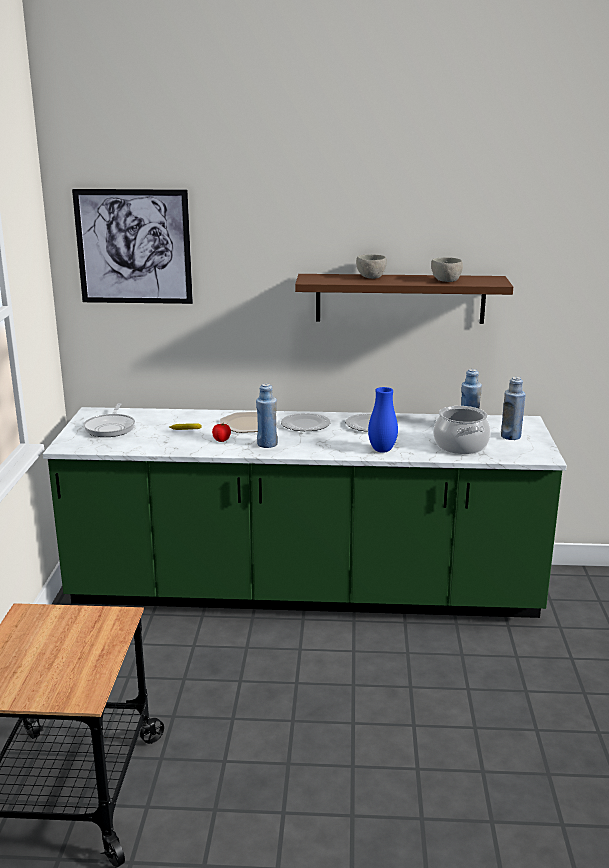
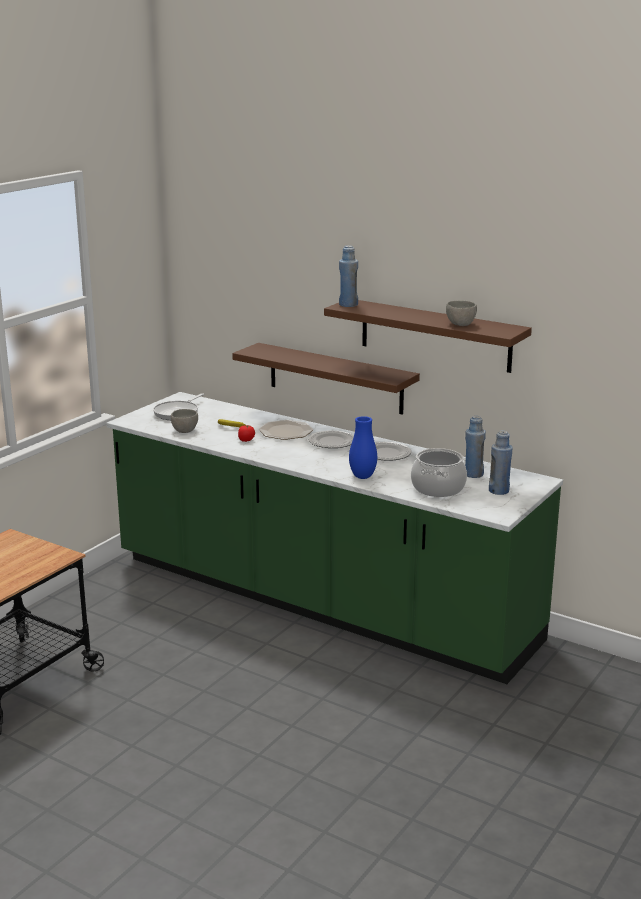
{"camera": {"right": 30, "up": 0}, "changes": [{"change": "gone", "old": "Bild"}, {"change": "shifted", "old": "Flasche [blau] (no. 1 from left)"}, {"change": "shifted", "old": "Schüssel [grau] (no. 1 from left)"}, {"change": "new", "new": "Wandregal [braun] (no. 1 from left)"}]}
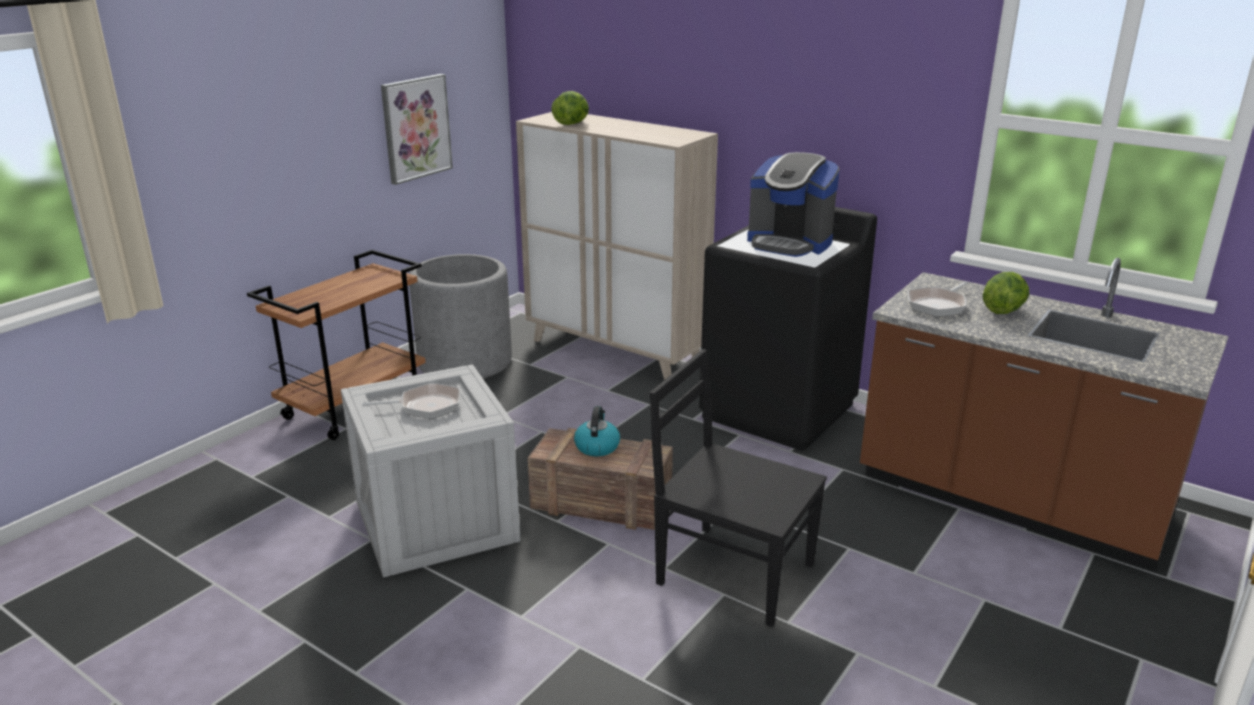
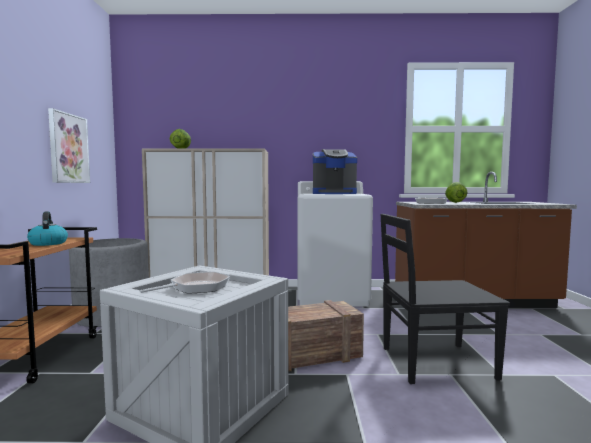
{"camera": {"right": -35, "up": -20}, "changes": [{"change": "shifted", "old": "Wasserkessel"}, {"change": "repainted", "old": "Waschmaschine [schwarz]", "new": "Waschmaschine [weiß]"}]}
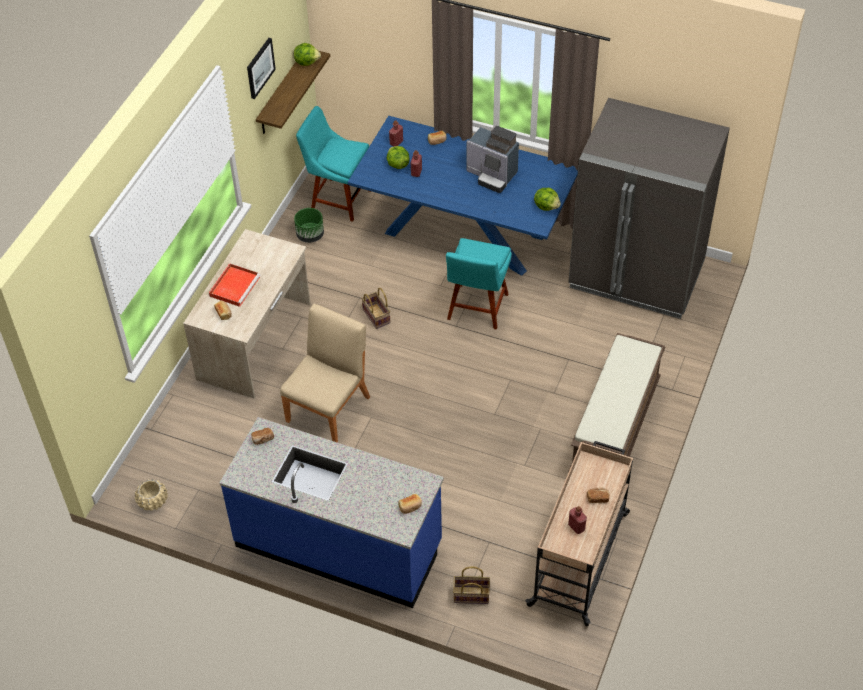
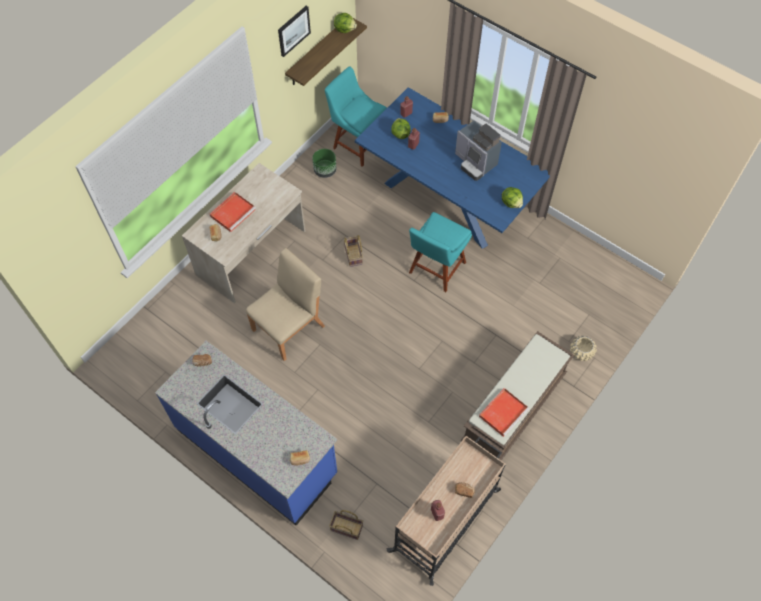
{"camera": {"right": 15, "up": 10}, "changes": [{"change": "shifted", "old": "Pflanzkübel [beige]"}, {"change": "gone", "old": "Kühlschrank [grau]"}, {"change": "new", "new": "Tablett [rot] (no. 2 from left)"}]}
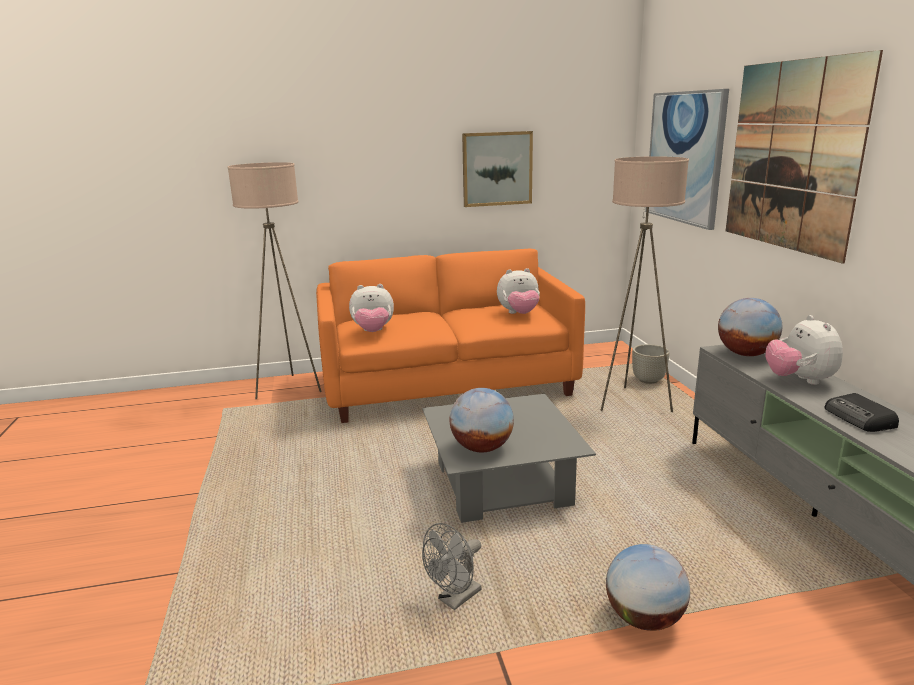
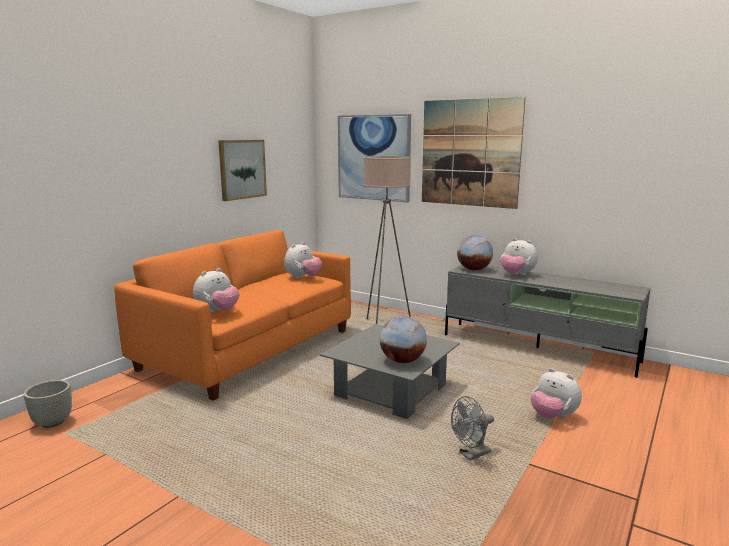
{"camera": {"right": -45, "up": -5}, "changes": [{"change": "gone", "old": "Stehlampe [beige] (no. 1 from left)"}, {"change": "rotated", "old": "Ventilator [grau]", "degrees": 60}, {"change": "swapped", "old": "Globus (no. 2 from left)", "new": "Plüschtier (no. 4 from left)"}, {"change": "shifted", "old": "Pflanzkübel [grau]"}, {"change": "gone", "old": "Radio"}]}
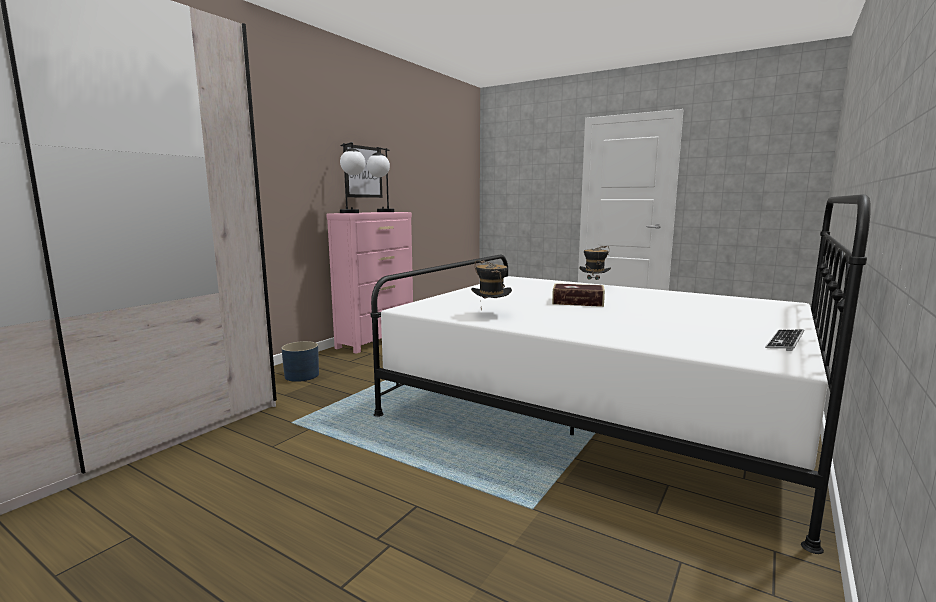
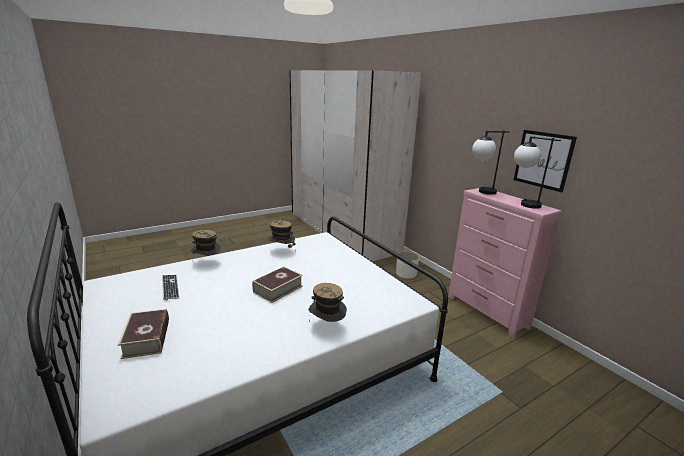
{"camera": {"right": 115, "up": 10}, "changes": [{"change": "repainted", "old": "Pflanzkübel [blau]", "new": "Pflanzkübel [weiß]"}, {"change": "shifted", "old": "Tastatur"}, {"change": "new", "new": "Buch (no. 1 from left)"}, {"change": "new", "new": "Hut (no. 1 from left)"}]}
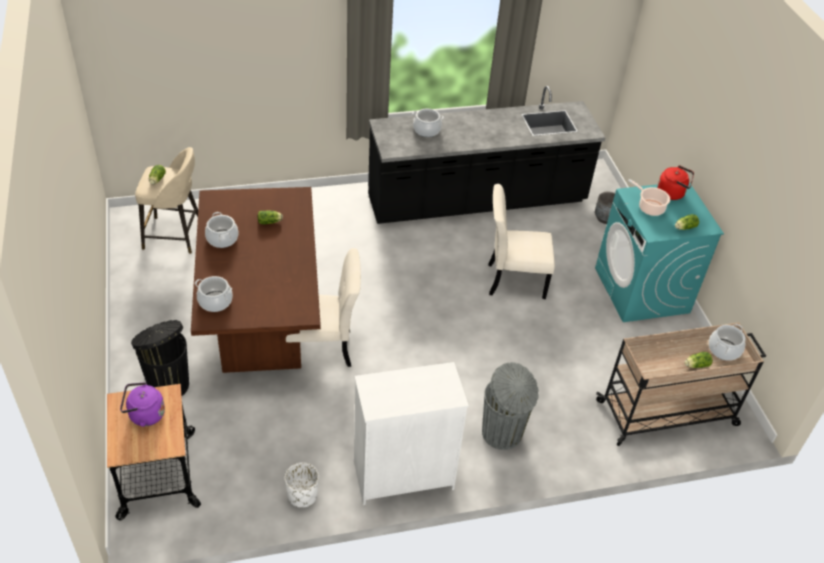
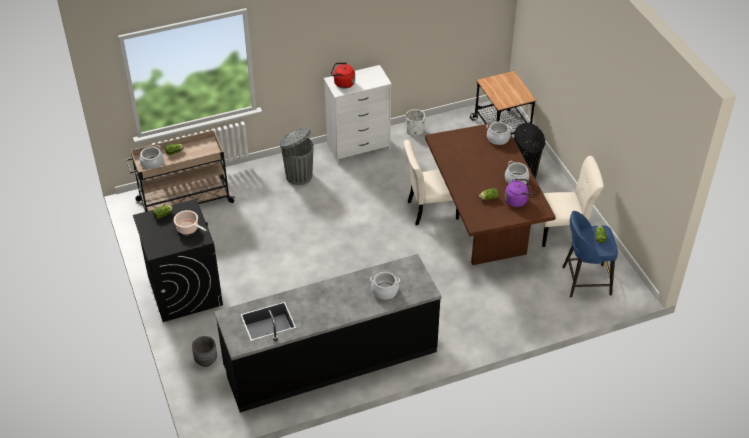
{"camera": {"right": 175, "up": 0}, "changes": [{"change": "shifted", "old": "Wasserkessel [lila]"}, {"change": "repainted", "old": "Hocker [beige]", "new": "Hocker [blau]"}, {"change": "shifted", "old": "Stuhl [beige] (no. 2 from left)"}, {"change": "repainted", "old": "Waschmaschine [türkis]", "new": "Waschmaschine [schwarz]"}, {"change": "shifted", "old": "Wasserkessel [rot]"}]}
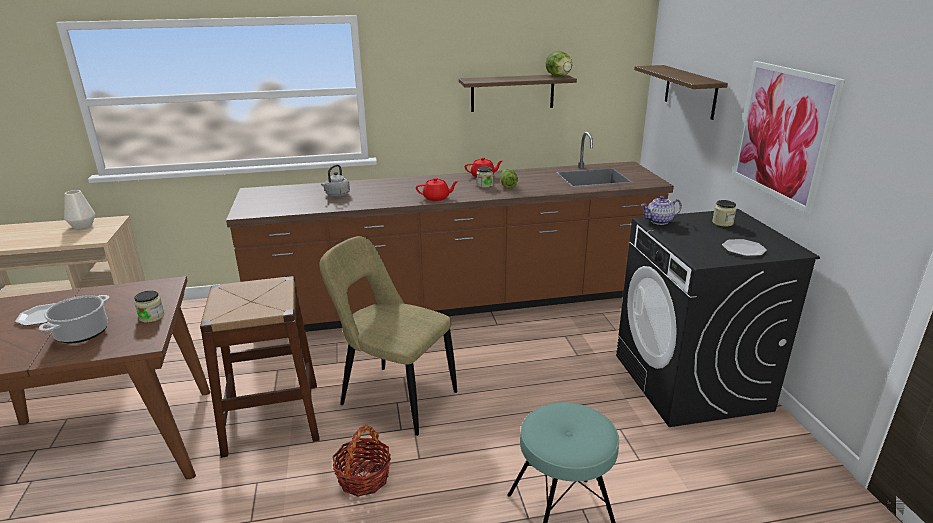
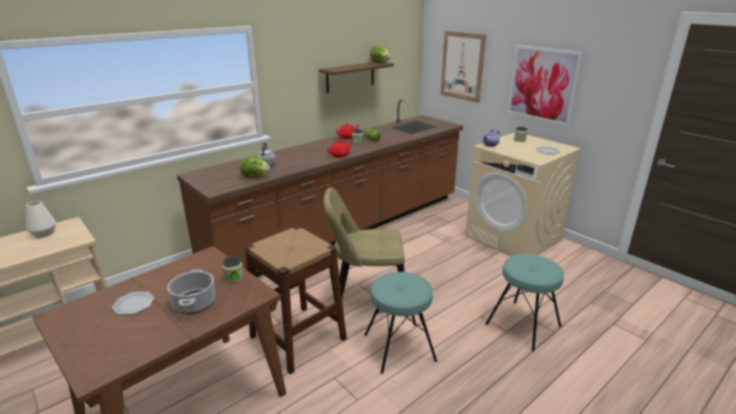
{"camera": {"right": -30, "up": 0}, "changes": [{"change": "swapped", "old": "Korb", "new": "Hocker [türkis] (no. 1 from left)"}, {"change": "repainted", "old": "Waschmaschine [schwarz]", "new": "Waschmaschine [beige]"}, {"change": "swapped", "old": "Wandregal (no. 2 from left)", "new": "Bild (no. 1 from left)"}, {"change": "new", "new": "Salatkopf (no. 1 from left)"}]}
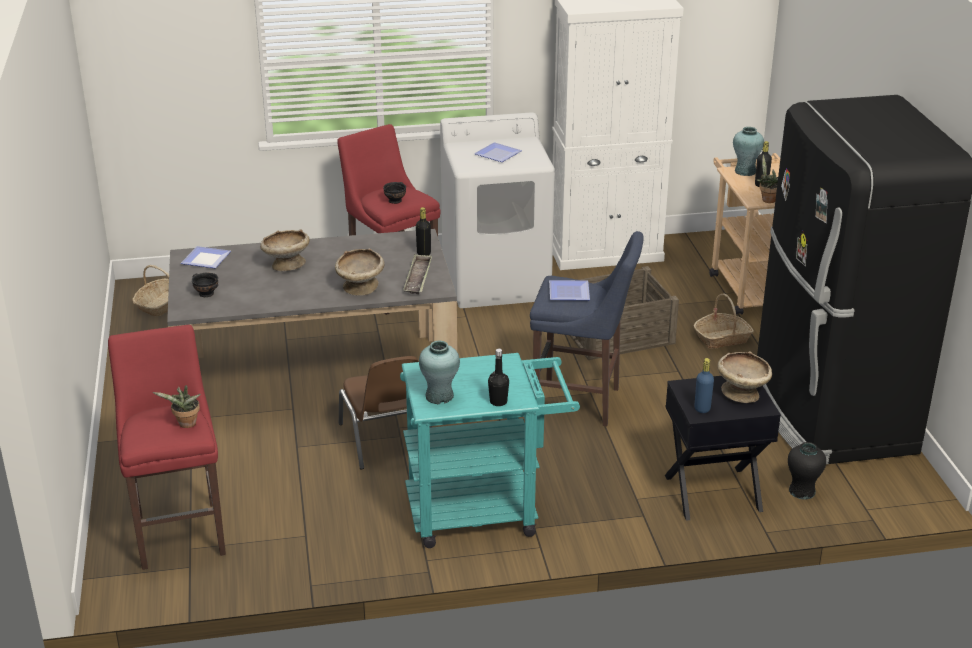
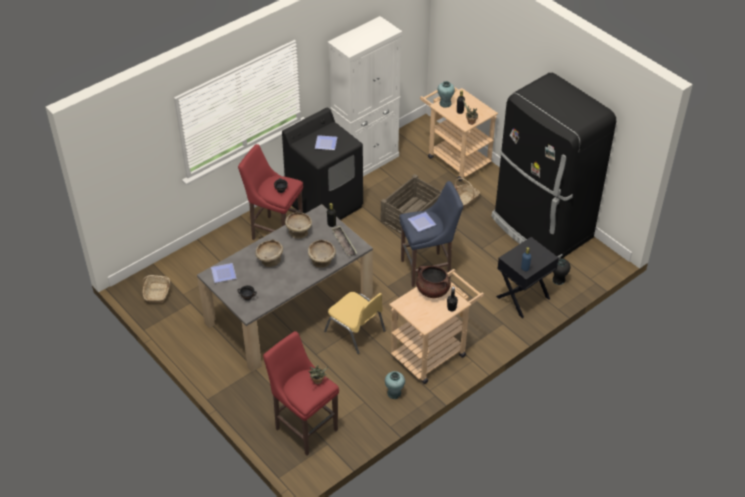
{"camera": {"right": -30, "up": 15}, "changes": [{"change": "repainted", "old": "Stuhl [braun]", "new": "Stuhl [gelb]"}, {"change": "repainted", "old": "Rollwagen [türkis]", "new": "Rollwagen [beige] (no. 1 from left)"}, {"change": "shifted", "old": "Vase [türkis] (no. 1 from left)"}, {"change": "repainted", "old": "Waschmaschine [weiß]", "new": "Waschmaschine [schwarz]"}, {"change": "shifted", "old": "Schüssel [beige] (no. 3 from left in the first image)", "new": "Schüssel [beige] (no. 2 from left)"}, {"change": "new", "new": "Kochtopf [braun]"}]}
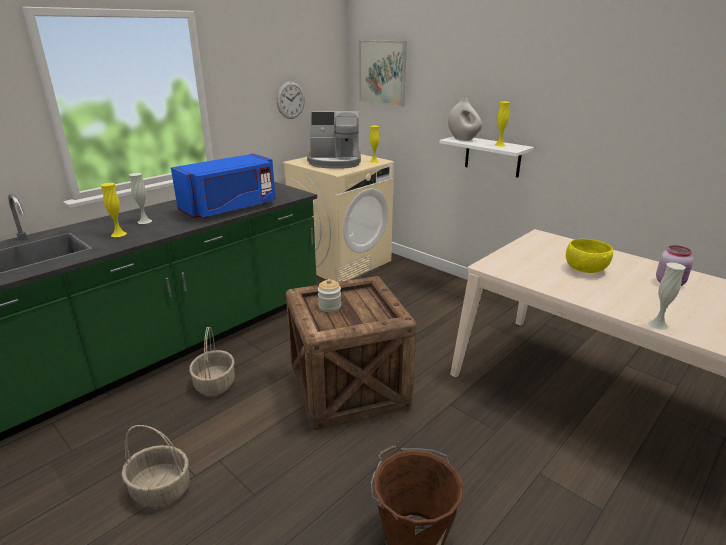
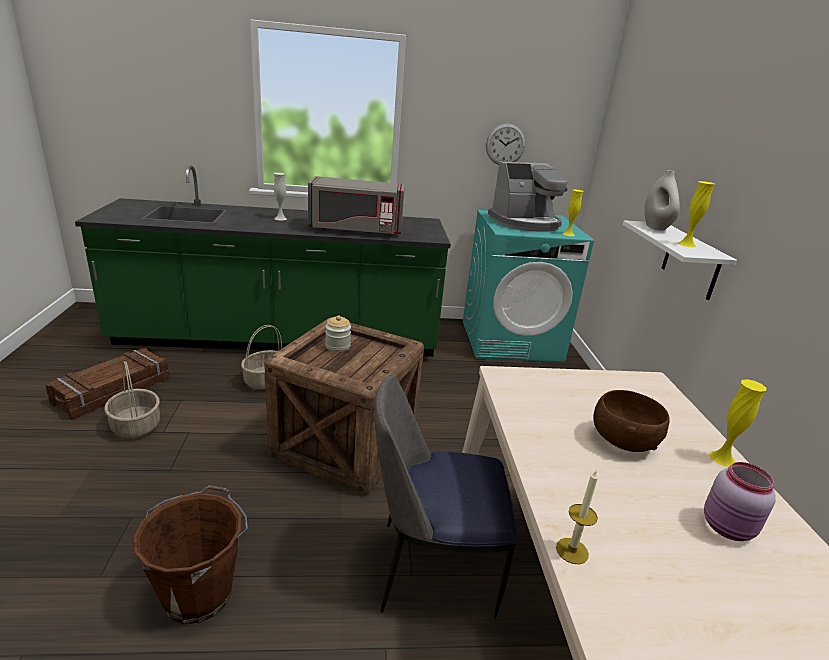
{"camera": {"right": 40, "up": 0}, "changes": [{"change": "shifted", "old": "Vase [gelb] (no. 1 from left in the first image)", "new": "Vase [gelb] (no. 3 from left)"}, {"change": "repainted", "old": "Mikrowelle [blau]", "new": "Mikrowelle [grau]"}, {"change": "repainted", "old": "Waschmaschine [beige]", "new": "Waschmaschine [türkis]"}, {"change": "rotated", "old": "Kaffeemaschine", "degrees": -60}, {"change": "gone", "old": "Bild"}, {"change": "repainted", "old": "Schüssel [gelb]", "new": "Schüssel [braun]"}, {"change": "swapped", "old": "Vase [weiß] (no. 3 from left)", "new": "Kerze"}, {"change": "new", "new": "Kiste (no. 1 from left)"}, {"change": "new", "new": "Stuhl"}]}
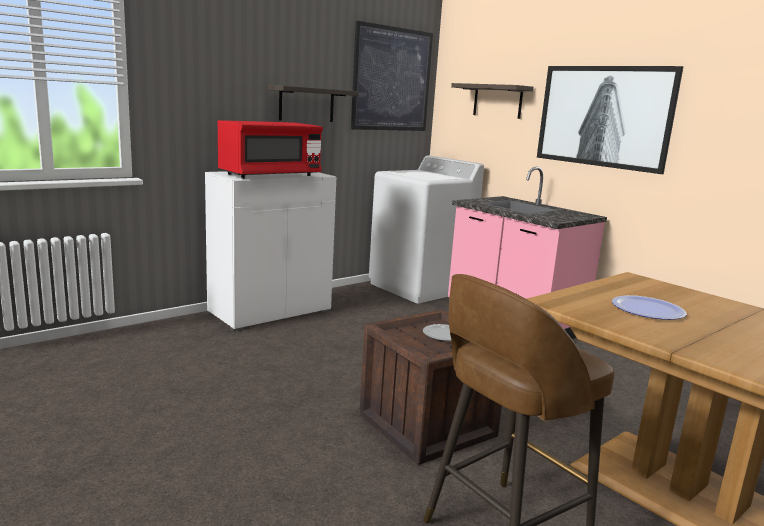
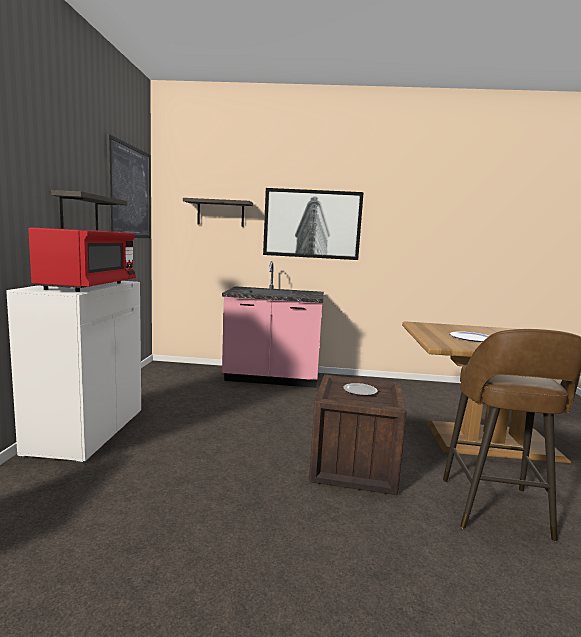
{"camera": {"right": -45, "up": -5}, "changes": [{"change": "gone", "old": "Waschmaschine [weiß]"}]}
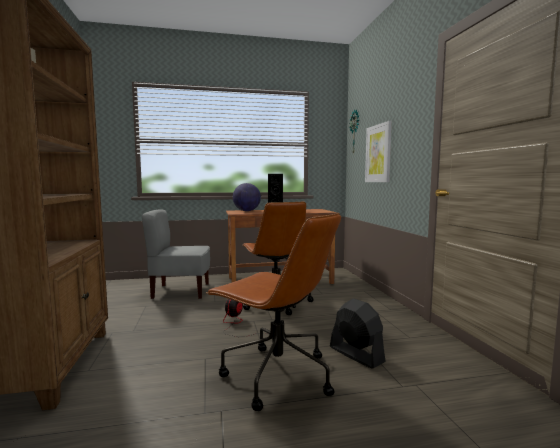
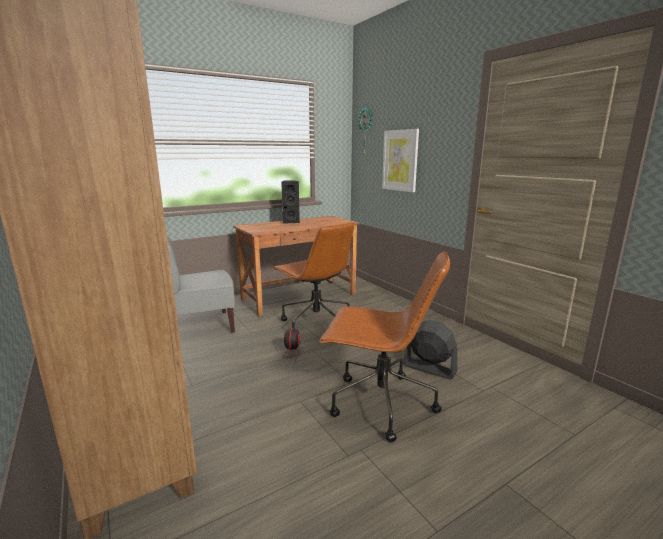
{"camera": {"right": -20, "up": 10}, "changes": [{"change": "gone", "old": "Globus"}]}
